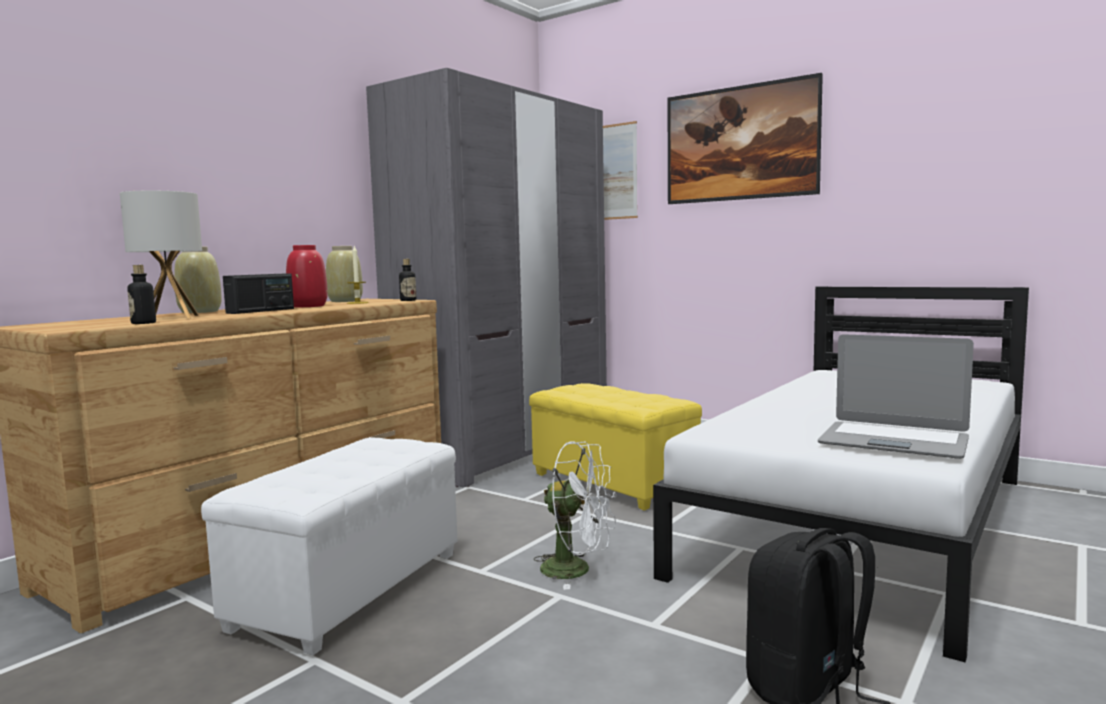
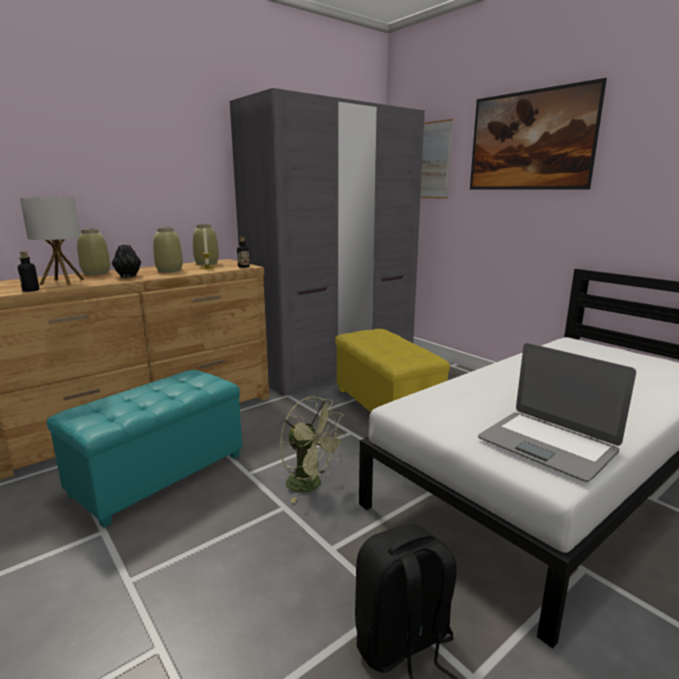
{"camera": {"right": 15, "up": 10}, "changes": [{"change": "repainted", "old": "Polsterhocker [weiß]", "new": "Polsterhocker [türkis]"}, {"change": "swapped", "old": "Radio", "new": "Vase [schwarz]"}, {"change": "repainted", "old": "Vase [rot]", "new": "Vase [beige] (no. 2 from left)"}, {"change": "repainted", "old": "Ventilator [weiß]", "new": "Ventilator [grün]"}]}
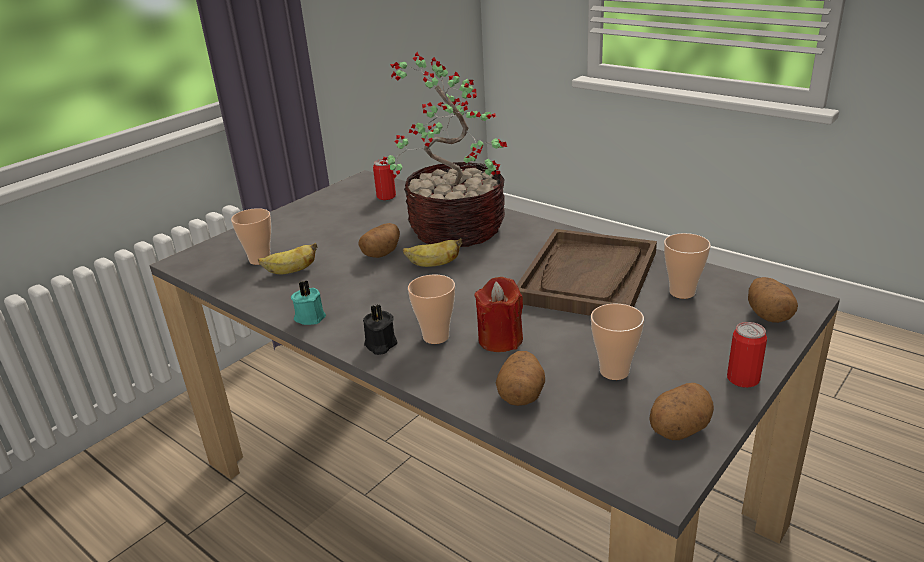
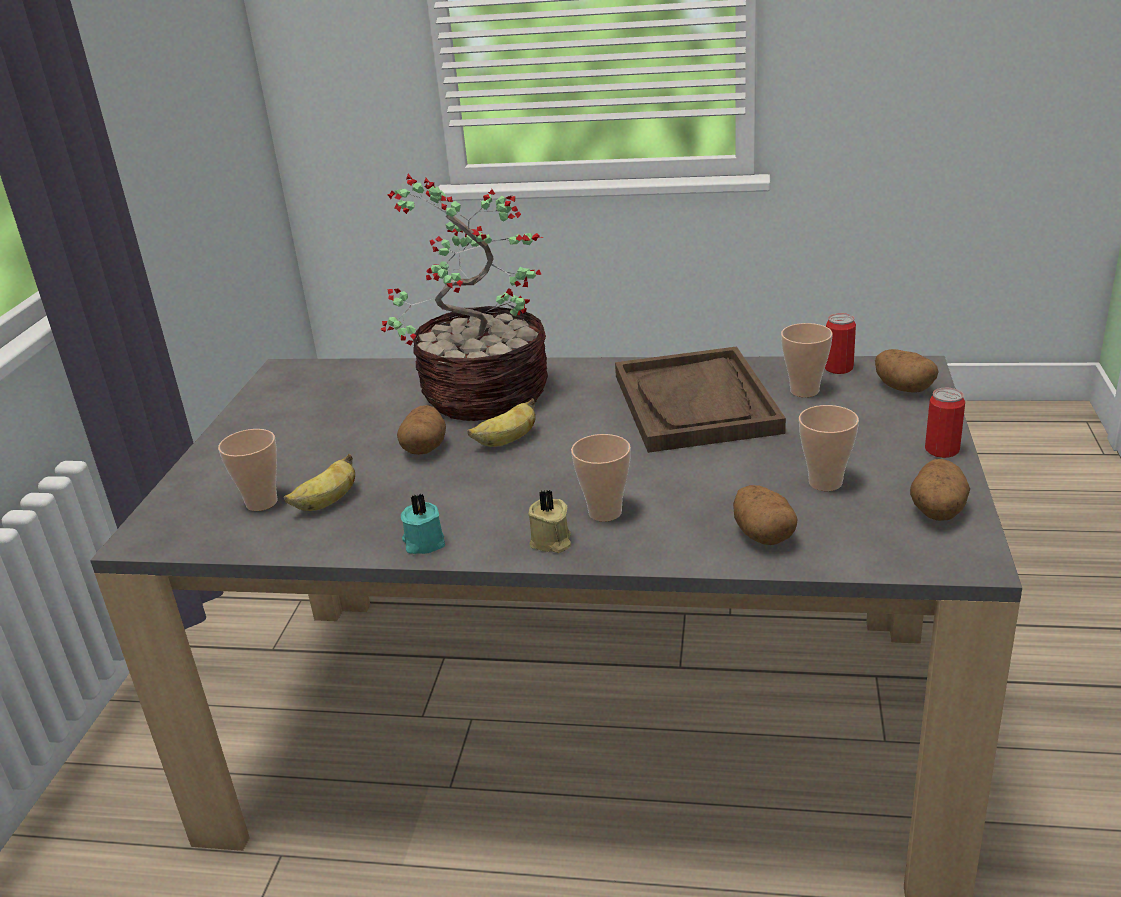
{"camera": {"right": -30, "up": 0}, "changes": [{"change": "repainted", "old": "Kerze [schwarz]", "new": "Kerze [beige]"}, {"change": "shifted", "old": "Dose (no. 1 from left)"}, {"change": "gone", "old": "Kerze [rot]"}]}
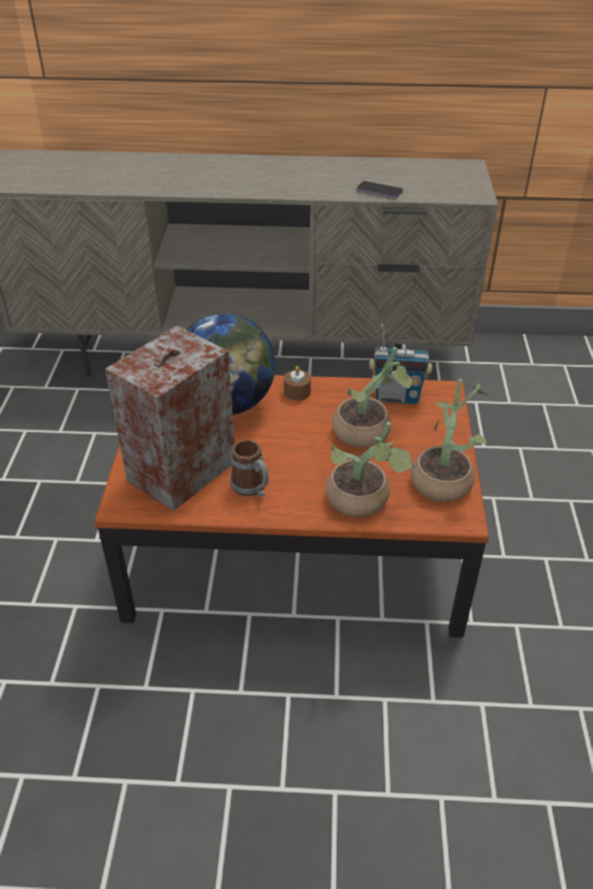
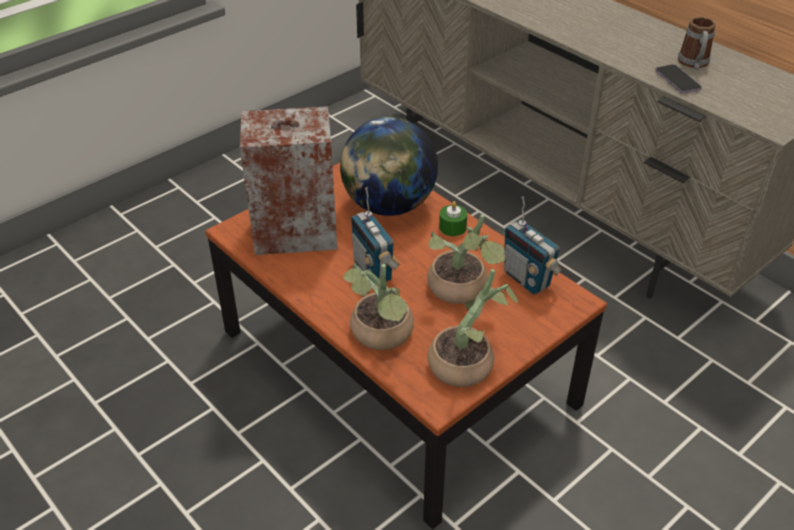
{"camera": {"right": 45, "up": 0}, "changes": [{"change": "shifted", "old": "Henkelbecher"}, {"change": "repainted", "old": "Kerze [braun]", "new": "Kerze [grün]"}, {"change": "new", "new": "Radio (no. 1 from left)"}]}
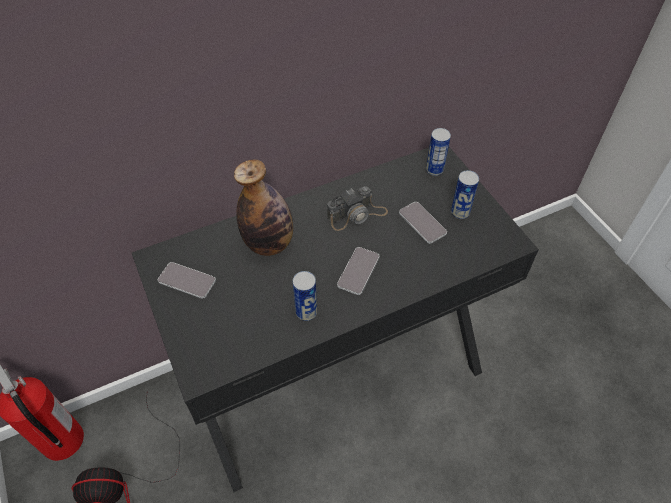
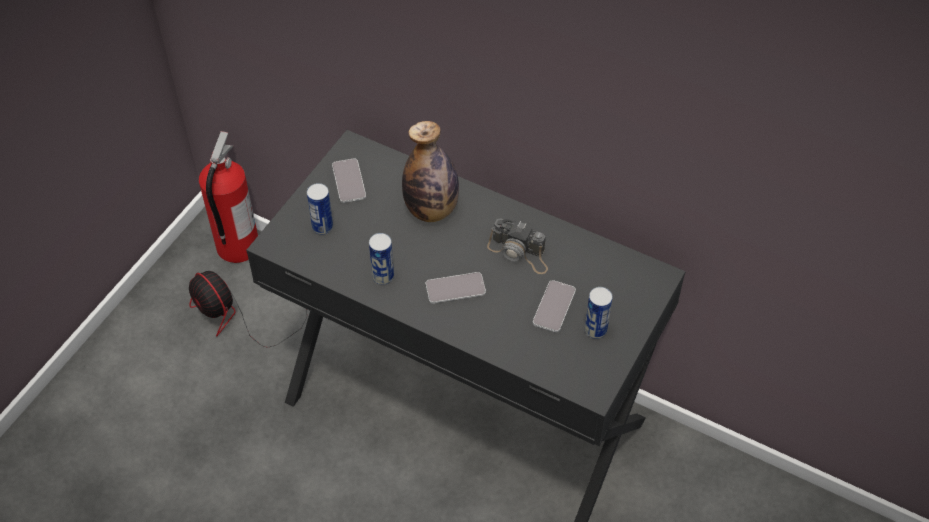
{"camera": {"right": 55, "up": 0}, "changes": [{"change": "shifted", "old": "Dose (no. 2 from left in the first image)", "new": "Dose (no. 1 from left)"}]}
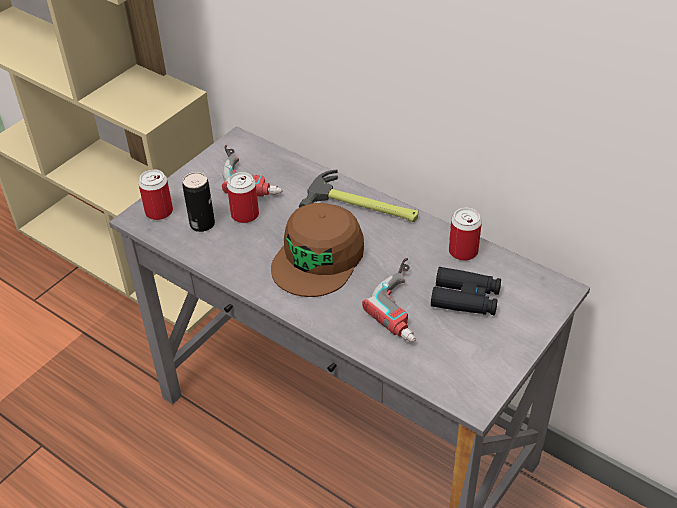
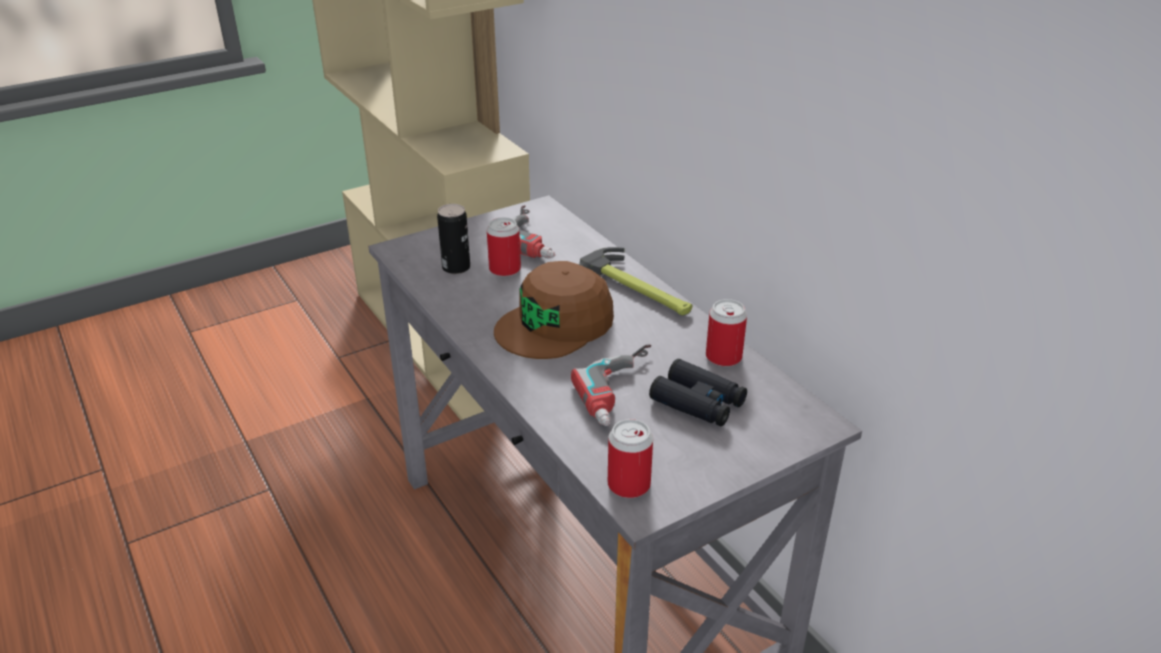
{"camera": {"right": 20, "up": -10}, "changes": [{"change": "shifted", "old": "Dose (no. 1 from left in the first image)", "new": "Dose (no. 3 from left)"}]}
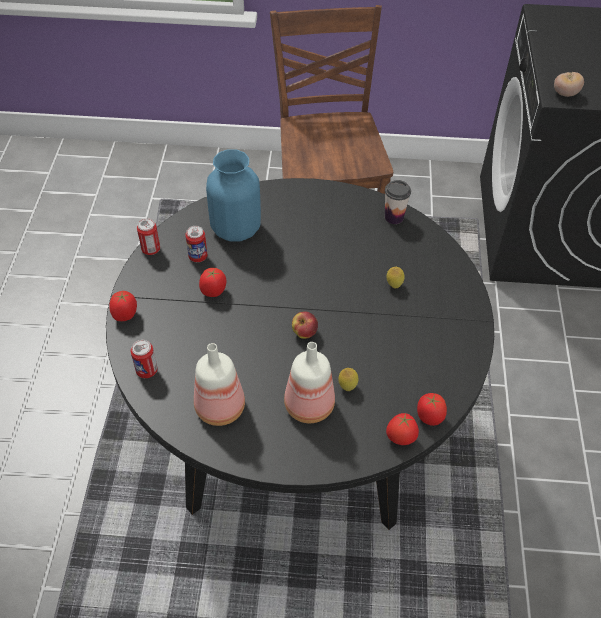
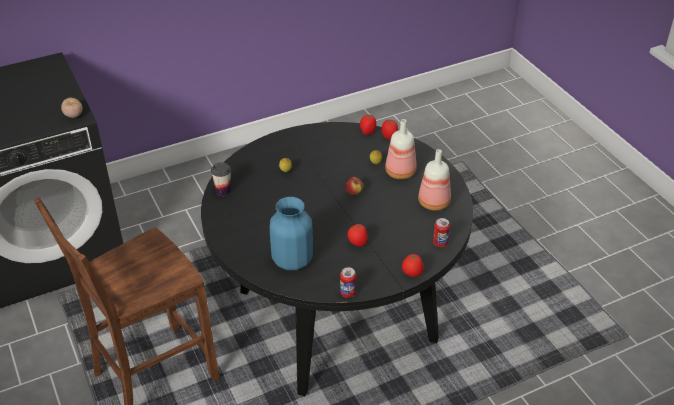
{"camera": {"right": -120, "up": -10}, "changes": [{"change": "gone", "old": "Dose (no. 3 from left)"}]}
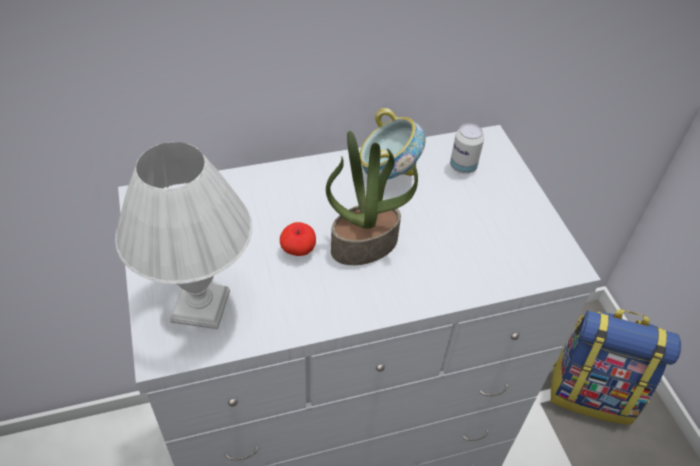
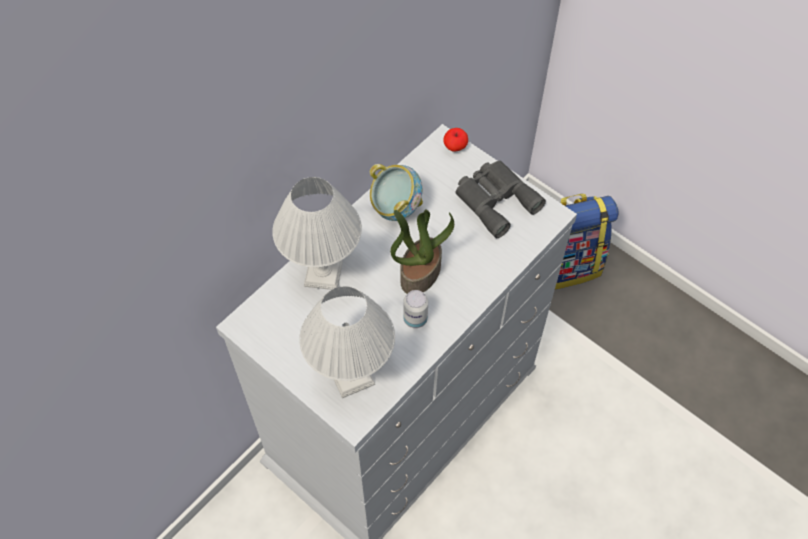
{"camera": {"right": -30, "up": 10}, "changes": [{"change": "shifted", "old": "Apfel"}, {"change": "shifted", "old": "Dose"}, {"change": "new", "new": "Tischlampe [weiß] (no. 1 from left)"}, {"change": "new", "new": "Fernglas [grau]"}]}
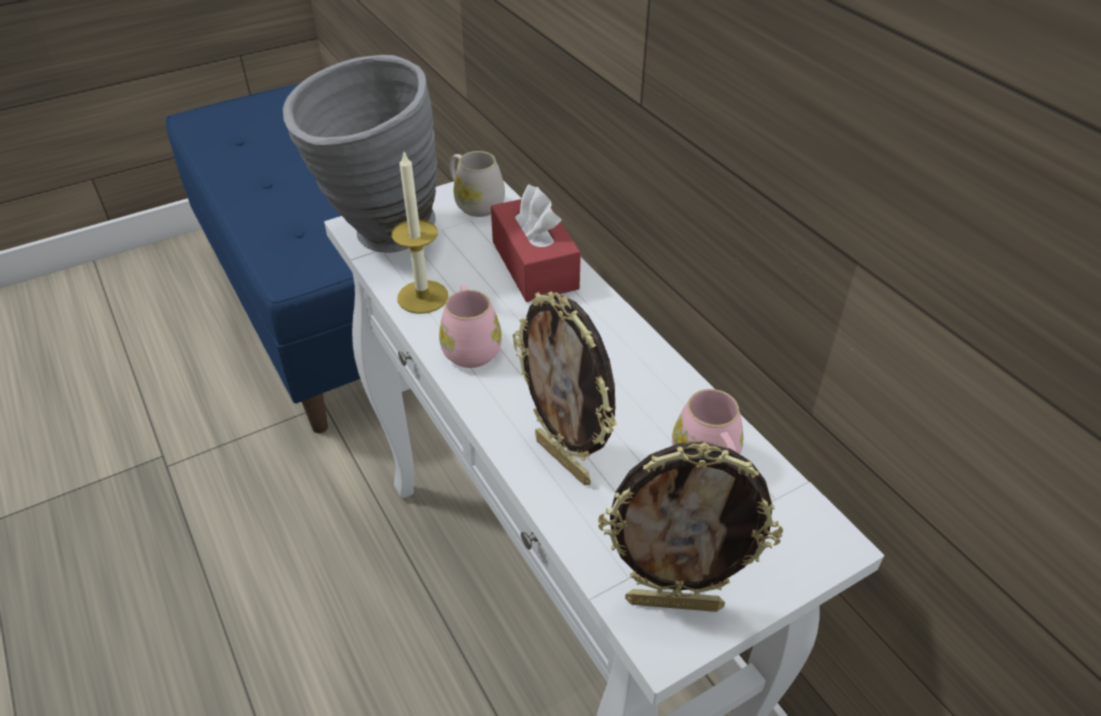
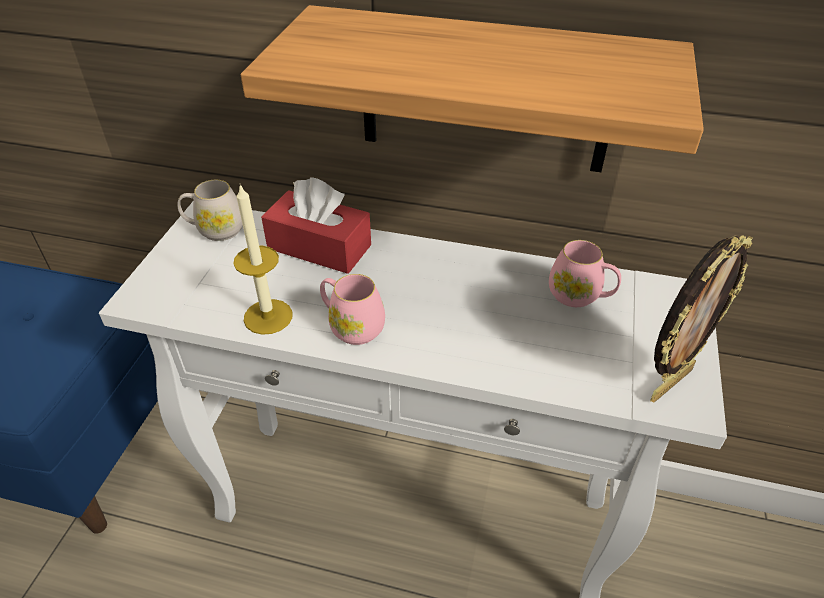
{"camera": {"right": -45, "up": 0}, "changes": [{"change": "gone", "old": "Vase [grau]"}, {"change": "gone", "old": "Bilderrahmen (no. 1 from left)"}, {"change": "new", "new": "Wandregal"}]}
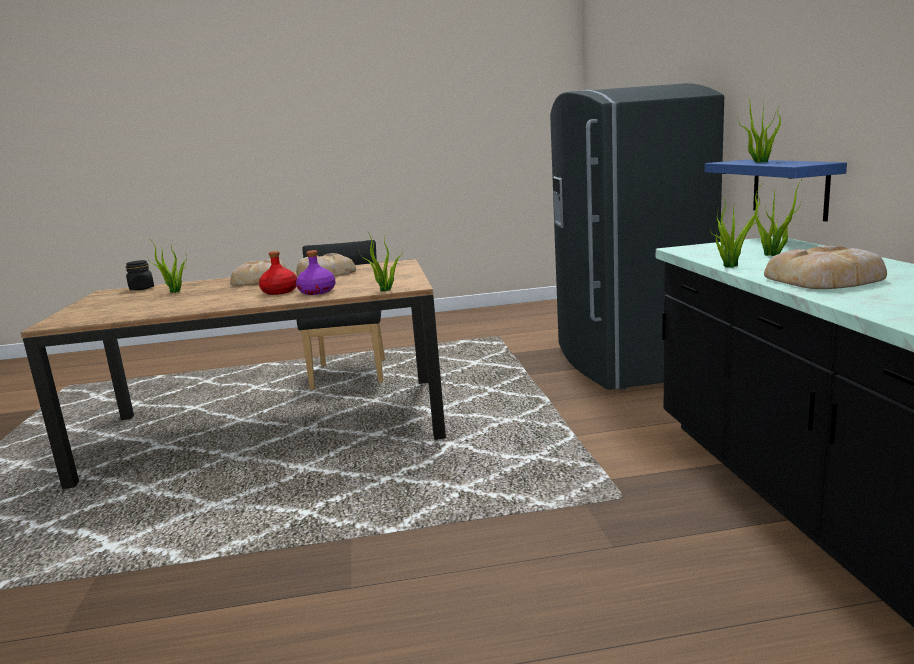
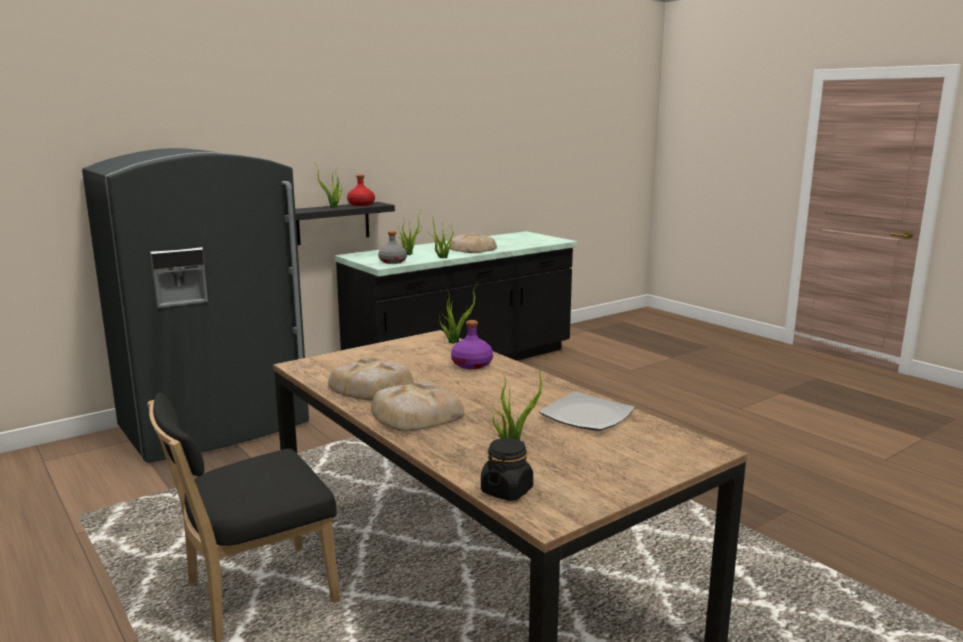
{"camera": {"right": -120, "up": 0}, "changes": [{"change": "shifted", "old": "Flasche [rot]"}, {"change": "repainted", "old": "Wandregal [blau]", "new": "Wandregal [schwarz]"}, {"change": "new", "new": "Flasche [grau]"}, {"change": "new", "new": "Teller"}]}
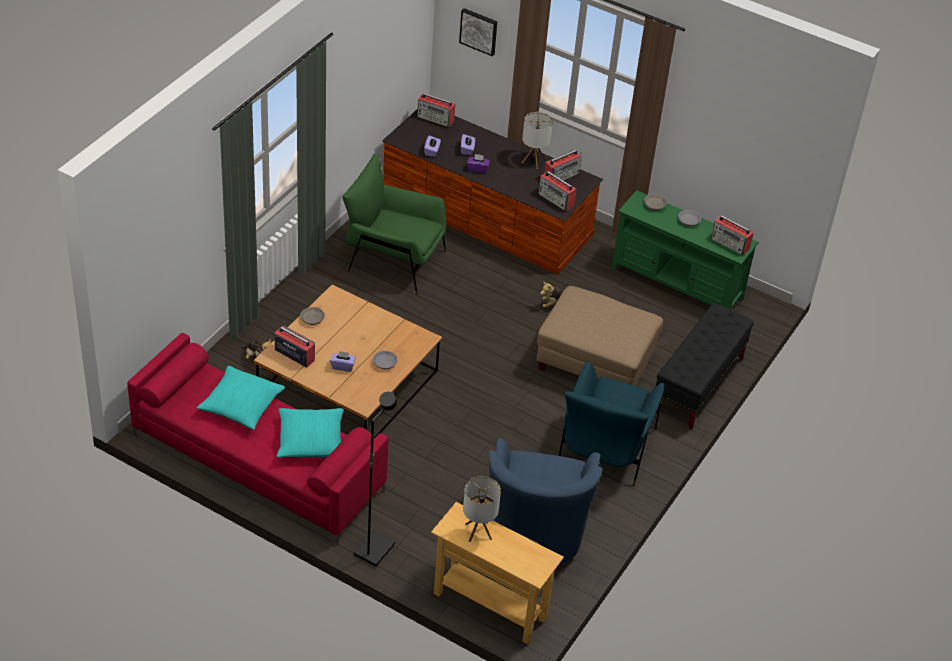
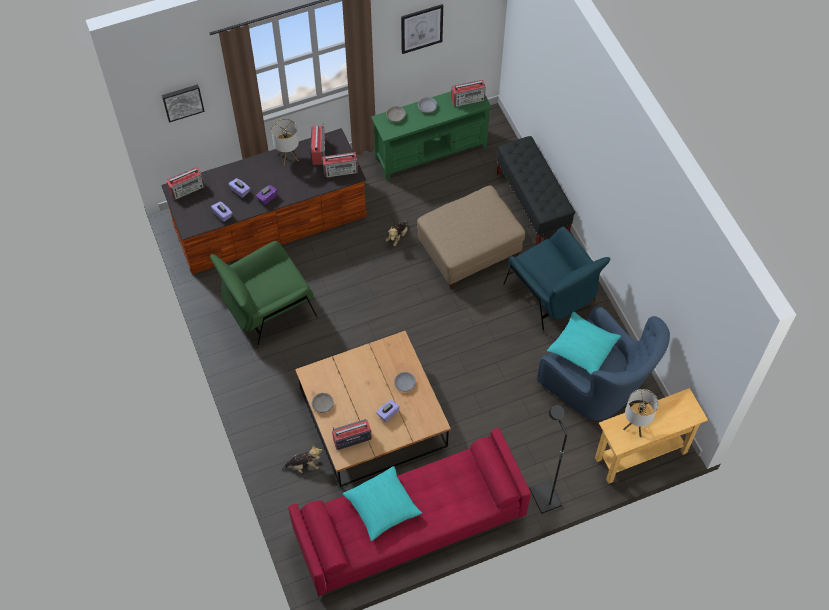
{"camera": {"right": -50, "up": 15}, "changes": [{"change": "shifted", "old": "Kissen [türkis] (no. 2 from left)"}, {"change": "new", "new": "Bild (no. 2 from left)"}]}
